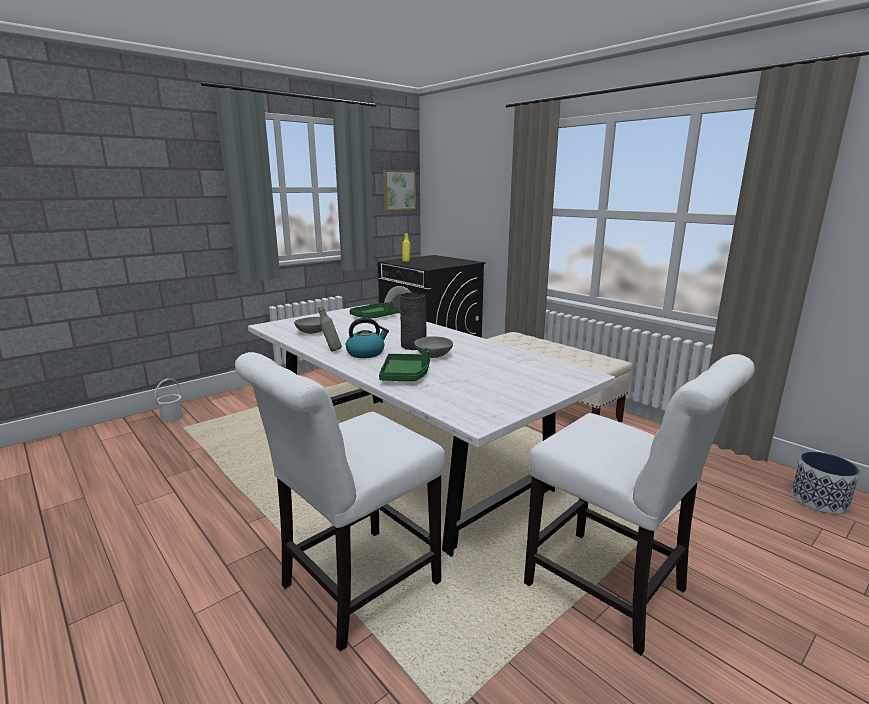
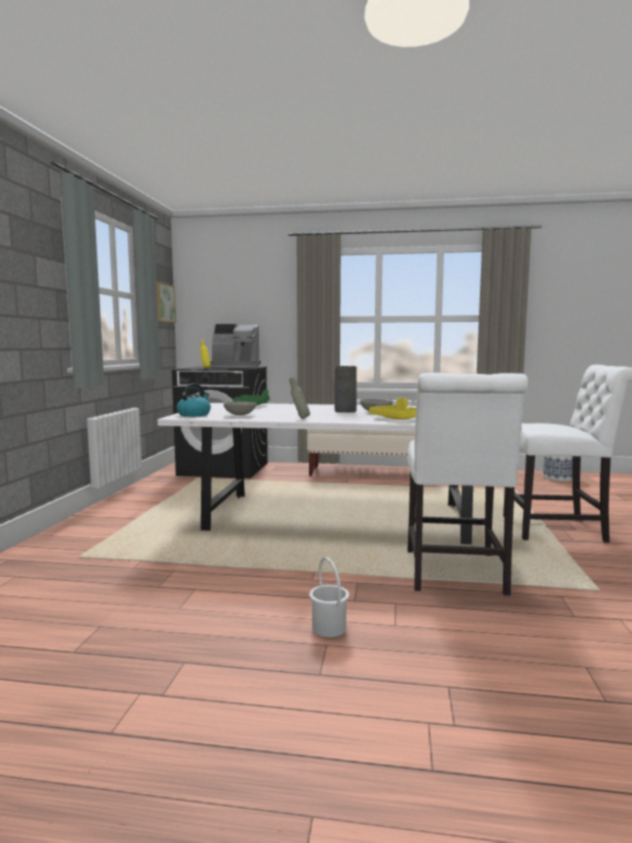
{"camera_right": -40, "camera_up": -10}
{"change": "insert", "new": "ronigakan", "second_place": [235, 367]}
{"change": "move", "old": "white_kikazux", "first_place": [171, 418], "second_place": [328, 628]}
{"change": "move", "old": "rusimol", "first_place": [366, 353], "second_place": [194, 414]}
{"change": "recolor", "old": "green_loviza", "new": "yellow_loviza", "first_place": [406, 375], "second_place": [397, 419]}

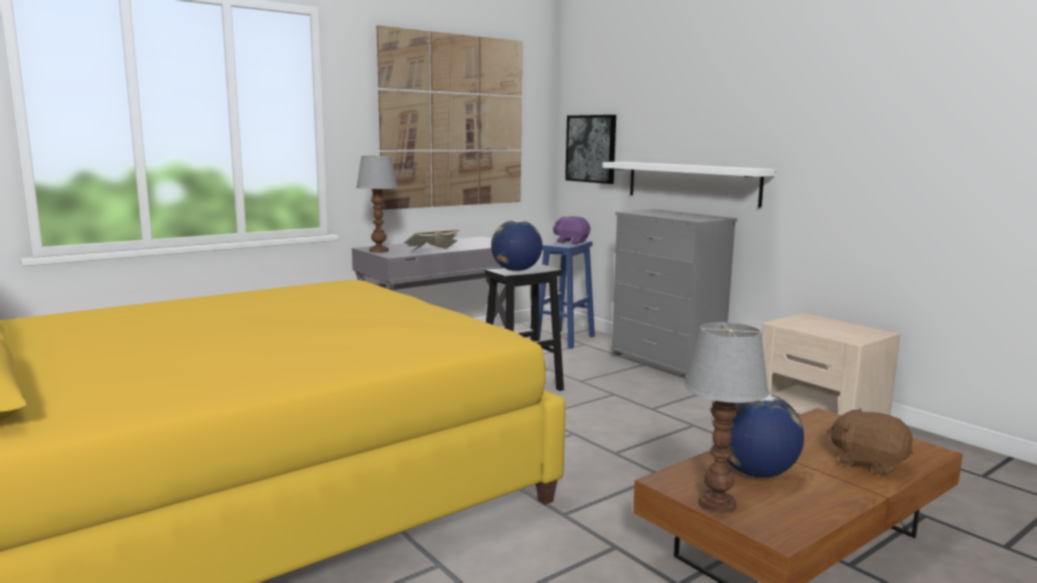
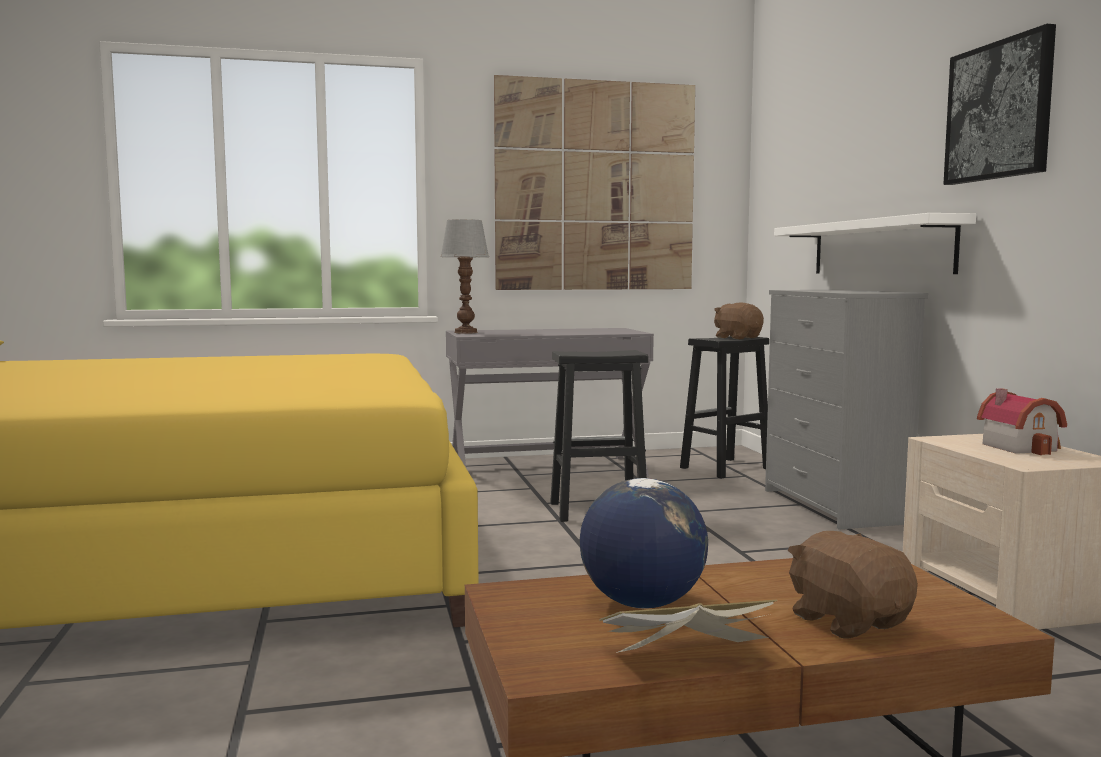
{"camera_right": 25, "camera_up": -5}
{"change": "delete", "old": "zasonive", "first_place": [516, 270]}
{"change": "delete", "old": "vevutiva", "first_place": [718, 505]}
{"change": "insert", "new": "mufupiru", "second_place": [1021, 447]}
{"change": "move", "old": "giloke", "first_place": [432, 251], "second_place": [686, 659]}
{"change": "move", "old": "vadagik", "first_place": [591, 148], "second_place": [999, 111]}
{"change": "recolor", "old": "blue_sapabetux", "new": "black_sapabetux", "first_place": [564, 339], "second_place": [724, 468]}
{"change": "recolor", "old": "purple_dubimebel", "new": "brown_dubimebel", "first_place": [571, 242], "second_place": [737, 338]}

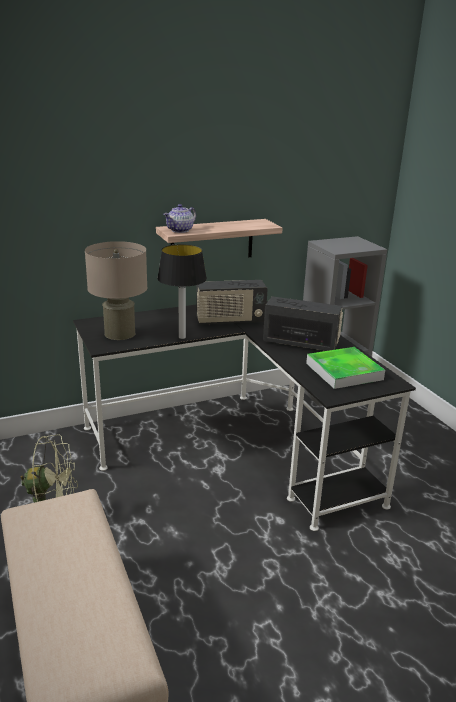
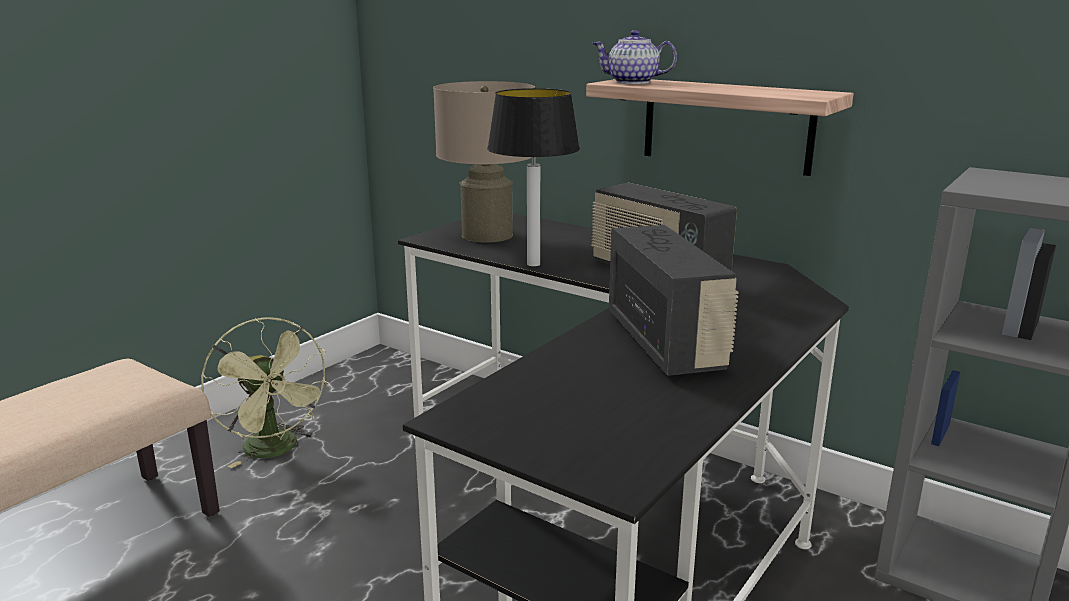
{"camera_right": 60, "camera_up": -5}
{"change": "delete", "old": "loviza", "first_place": [344, 371]}

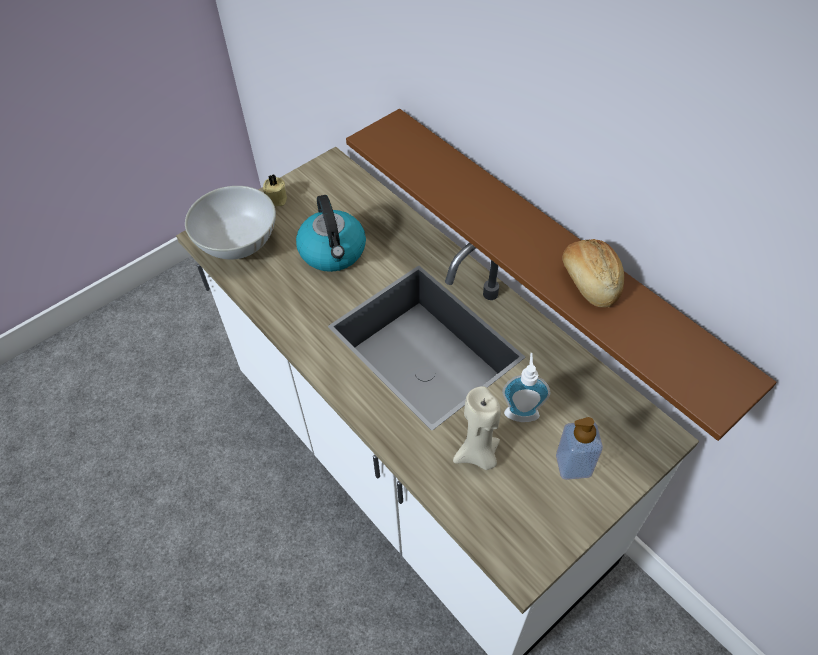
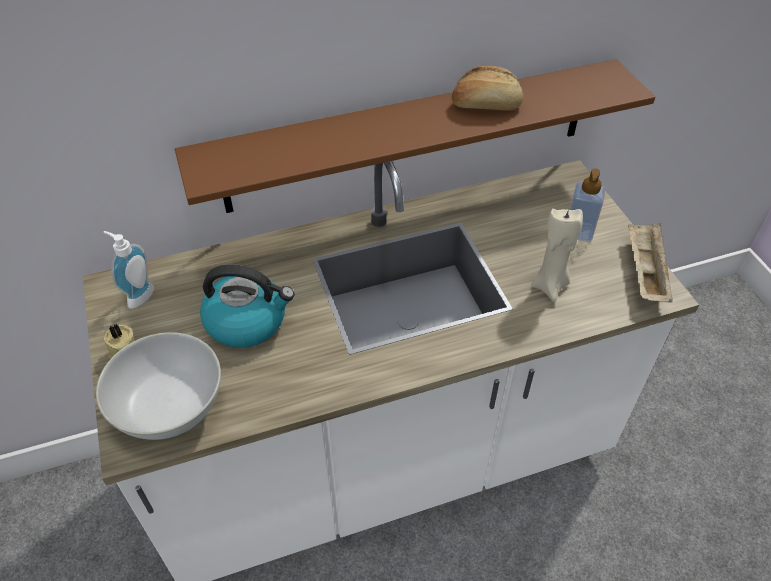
{"camera_right": -70, "camera_up": -5}
{"change": "insert", "new": "beige_loviza", "second_place": [644, 272]}
{"change": "move", "old": "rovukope", "first_place": [521, 411], "second_place": [138, 295]}

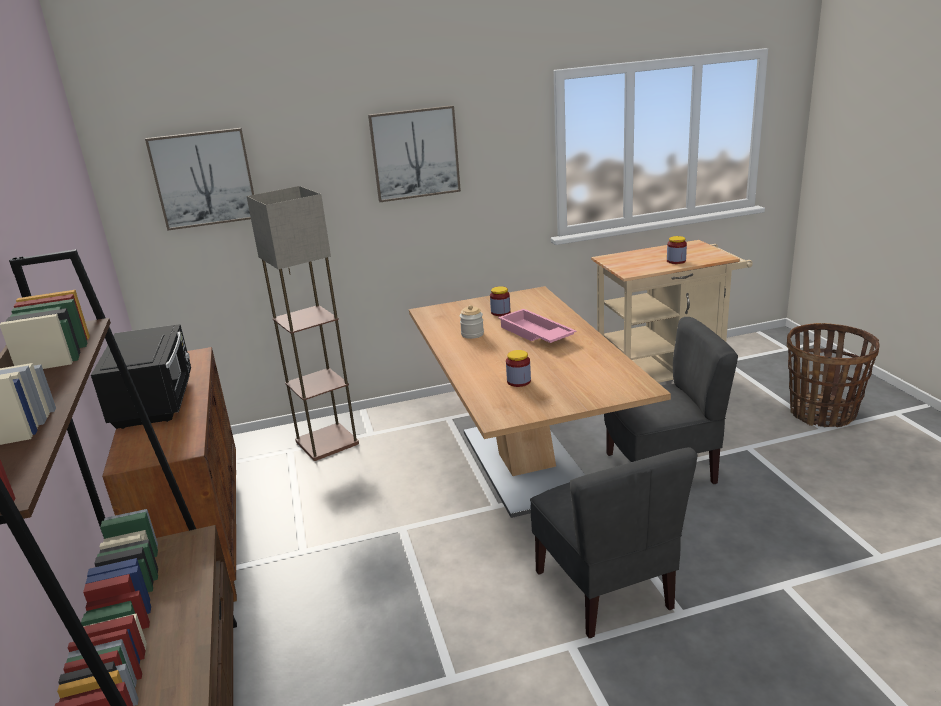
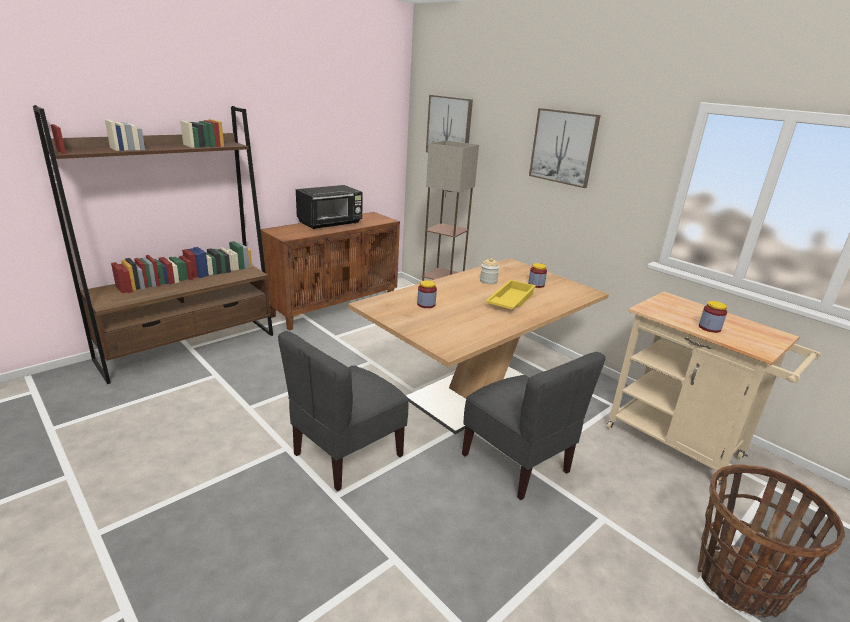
{"camera_right": 60, "camera_up": 0}
{"change": "recolor", "old": "pink_loviza", "new": "yellow_loviza", "first_place": [535, 334], "second_place": [509, 300]}

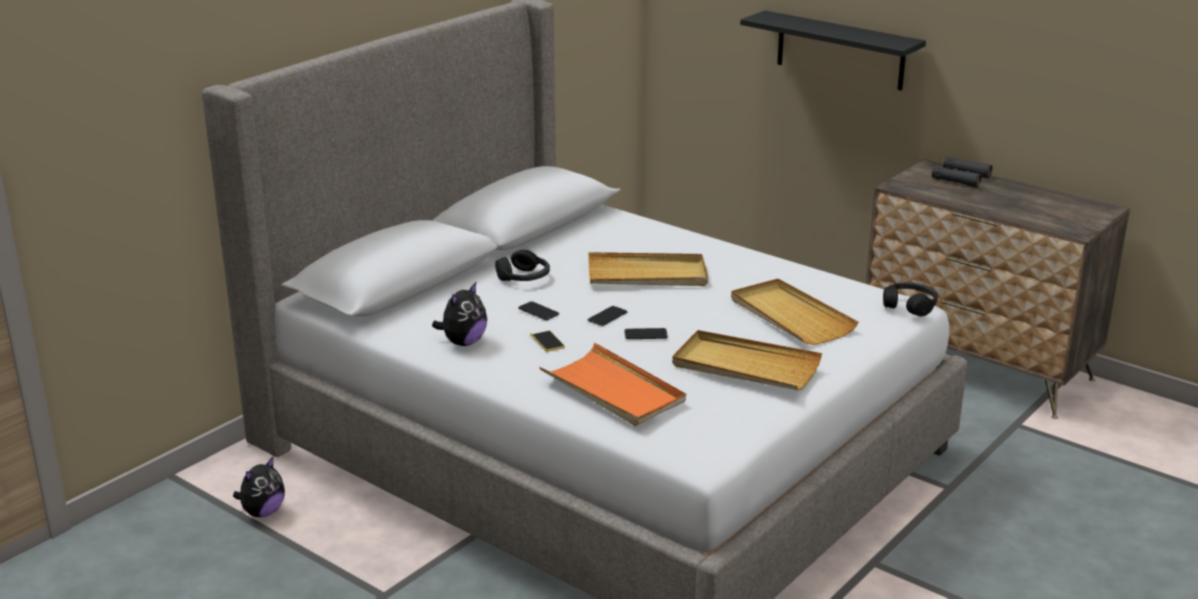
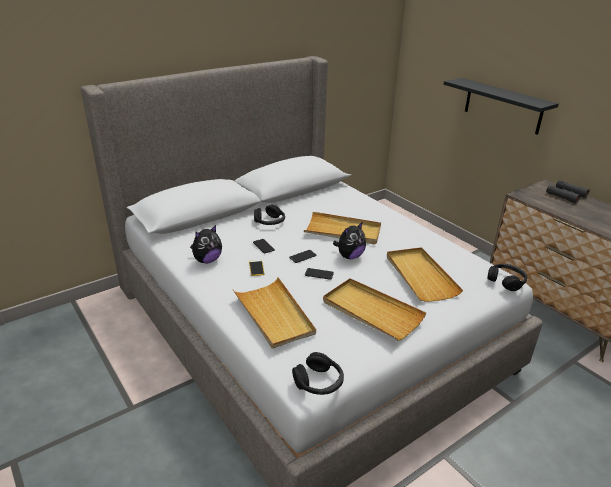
{"camera_right": 15, "camera_up": 5}
{"change": "insert", "new": "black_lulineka", "second_place": [319, 382]}
{"change": "move", "old": "dubimebel", "first_place": [262, 512], "second_place": [349, 256]}
{"change": "recolor", "old": "orange_loviza", "new": "beige_loviza", "first_place": [613, 390], "second_place": [274, 315]}

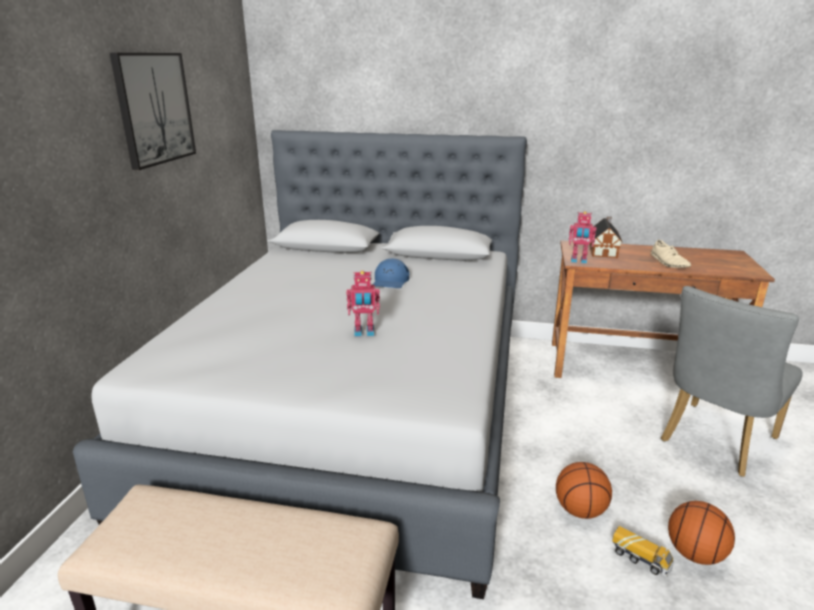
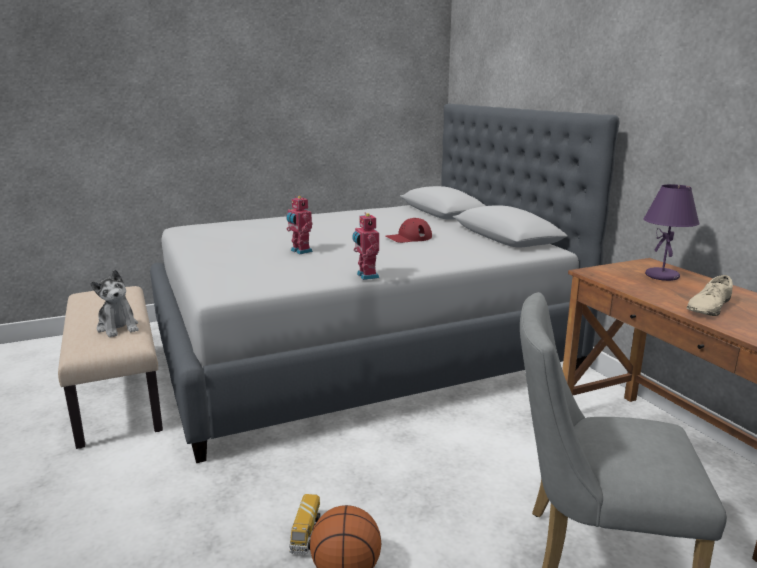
{"camera_right": 55, "camera_up": -5}
{"change": "delete", "old": "vadagik", "first_place": [154, 108]}
{"change": "delete", "old": "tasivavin", "first_place": [580, 510]}
{"change": "insert", "new": "dubimebel", "second_place": [118, 327]}
{"change": "move", "old": "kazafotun", "first_place": [578, 261], "second_place": [366, 276]}
{"change": "replace", "old": "mufupiru", "new": "purple_vevutiva", "first_place": [603, 251], "second_place": [662, 276]}
{"change": "recolor", "old": "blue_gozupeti", "new": "red_gozupeti", "first_place": [390, 281], "second_place": [408, 238]}

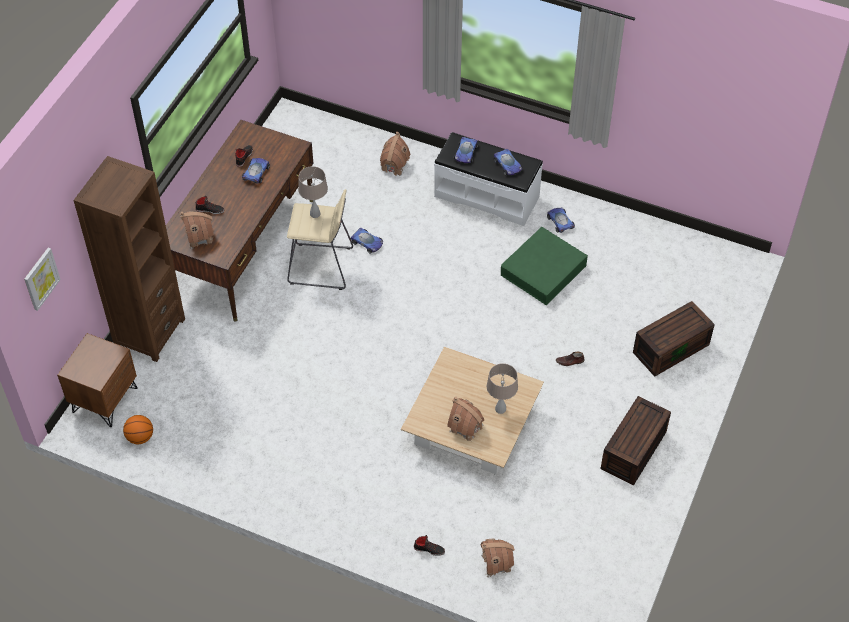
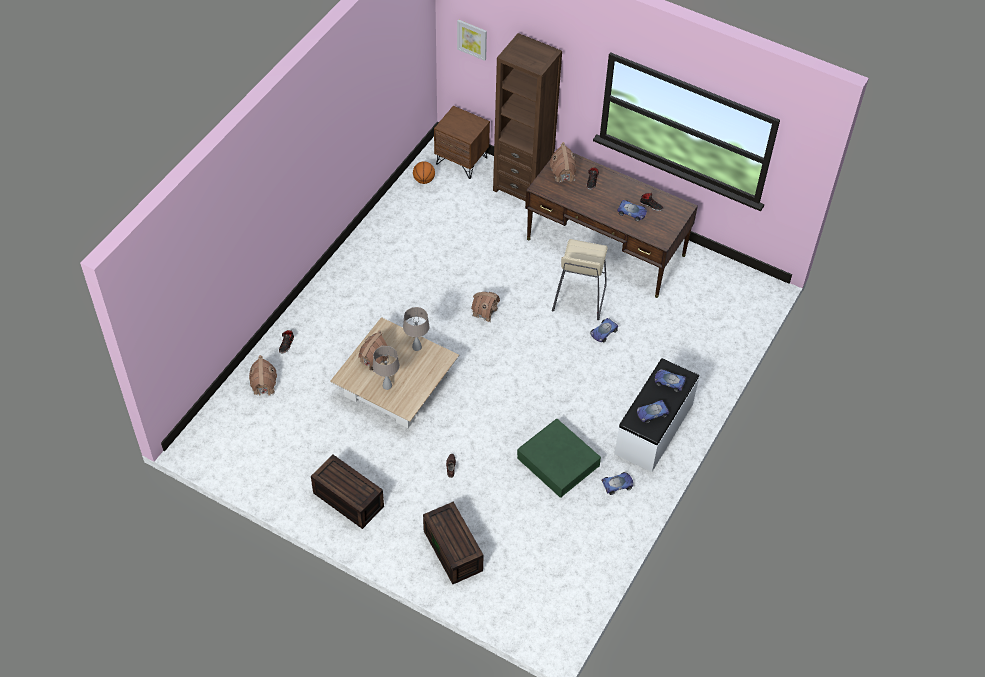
{"camera_right": 95, "camera_up": 0}
{"change": "move", "old": "beige_vevutiva", "first_place": [315, 214], "second_place": [416, 347]}
{"change": "move", "old": "mufupiru", "first_place": [394, 165], "second_place": [485, 312]}

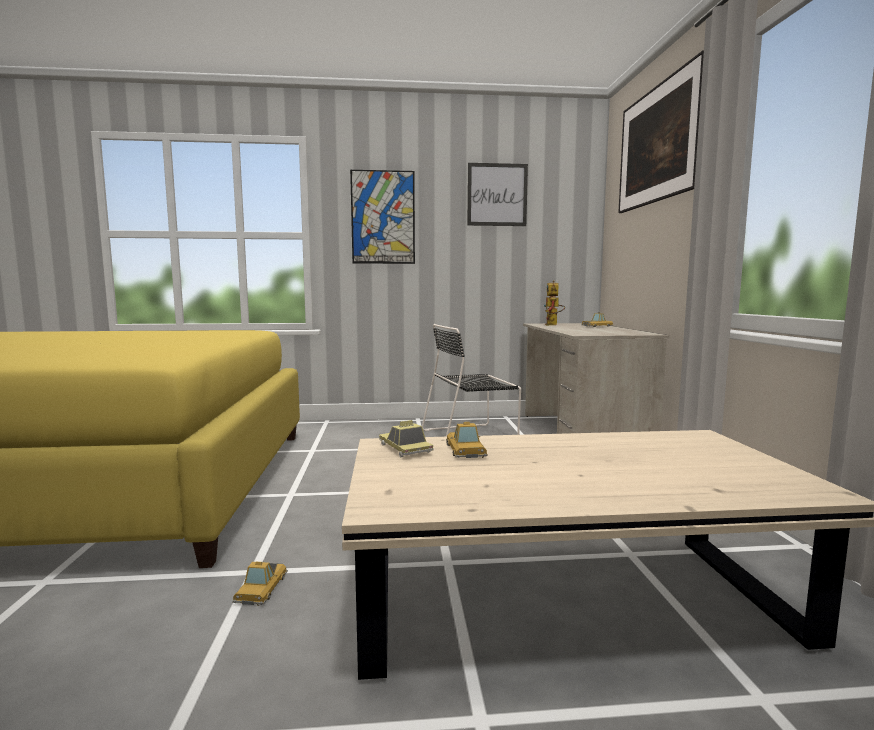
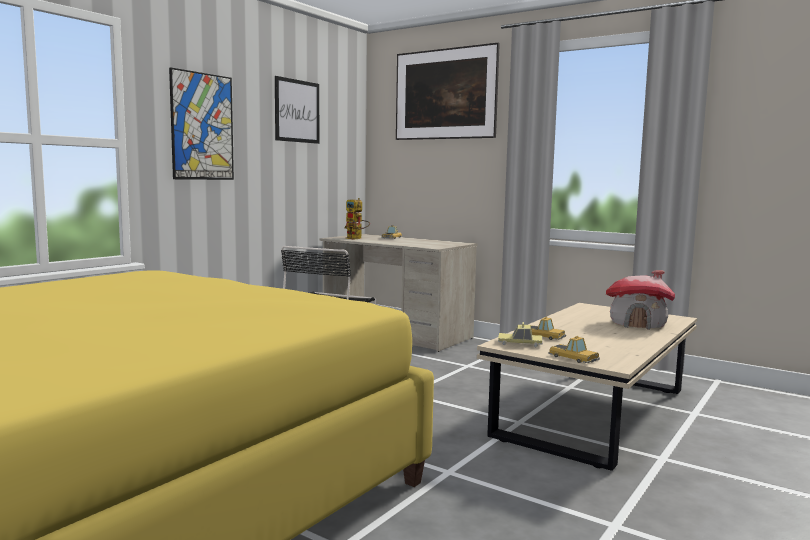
{"camera_right": -50, "camera_up": 0}
{"change": "insert", "new": "mufupiru", "second_place": [638, 324]}
{"change": "move", "old": "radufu", "first_place": [260, 588], "second_place": [574, 358]}

